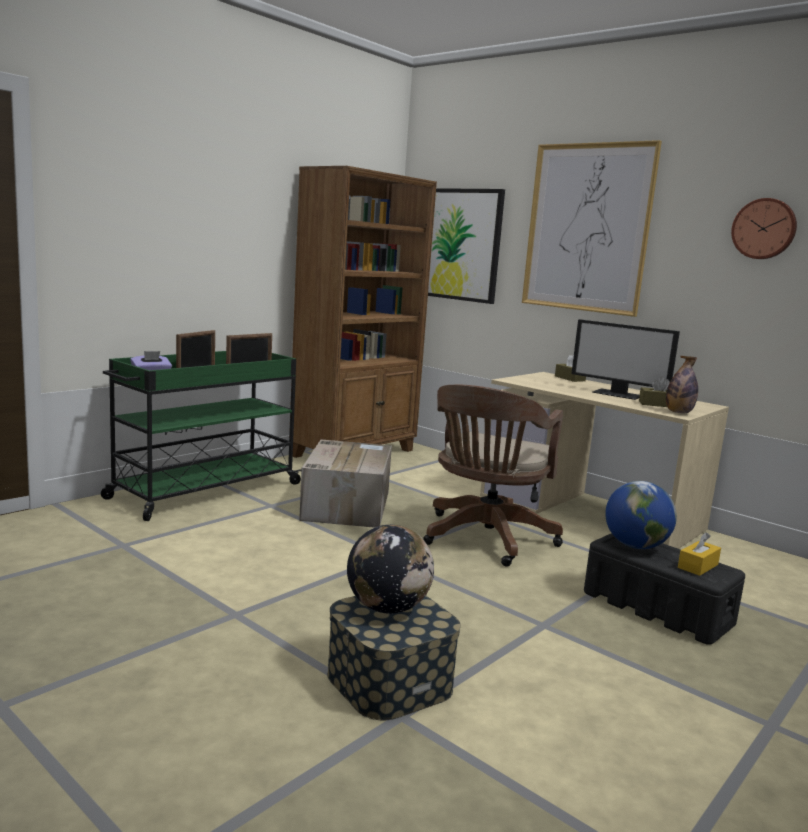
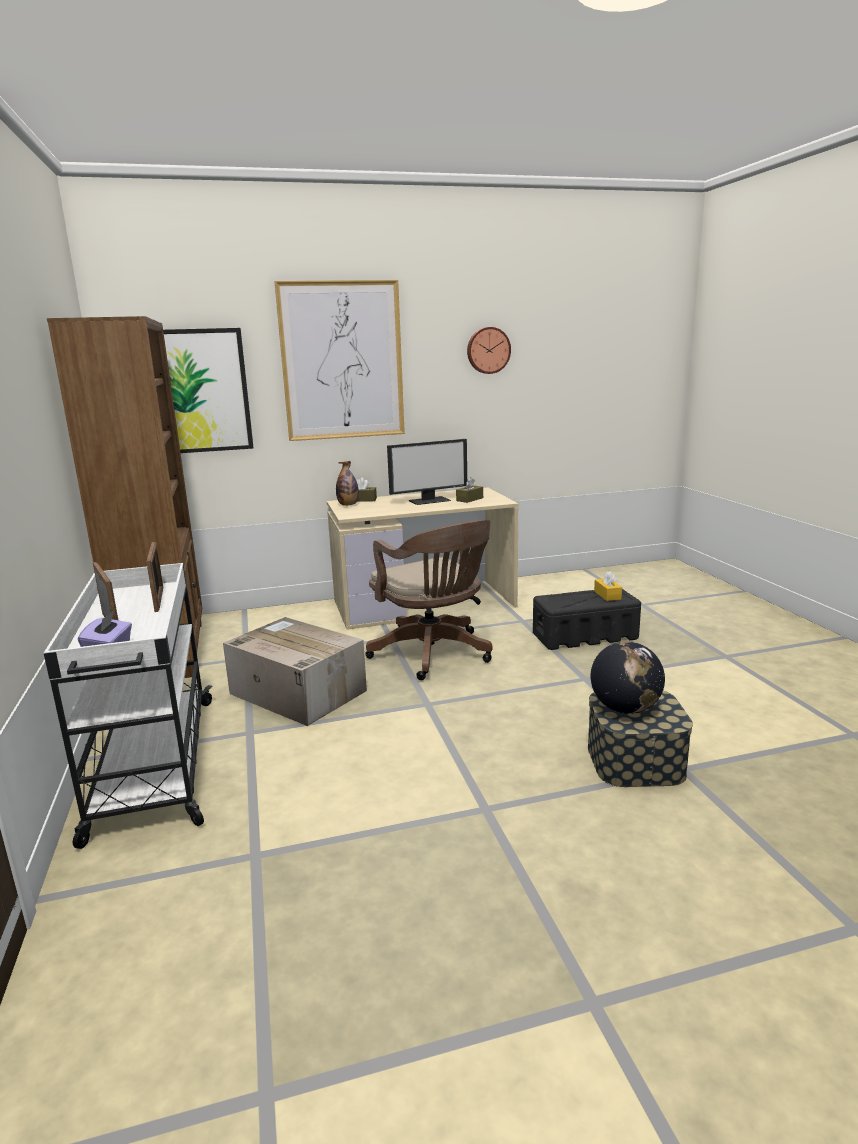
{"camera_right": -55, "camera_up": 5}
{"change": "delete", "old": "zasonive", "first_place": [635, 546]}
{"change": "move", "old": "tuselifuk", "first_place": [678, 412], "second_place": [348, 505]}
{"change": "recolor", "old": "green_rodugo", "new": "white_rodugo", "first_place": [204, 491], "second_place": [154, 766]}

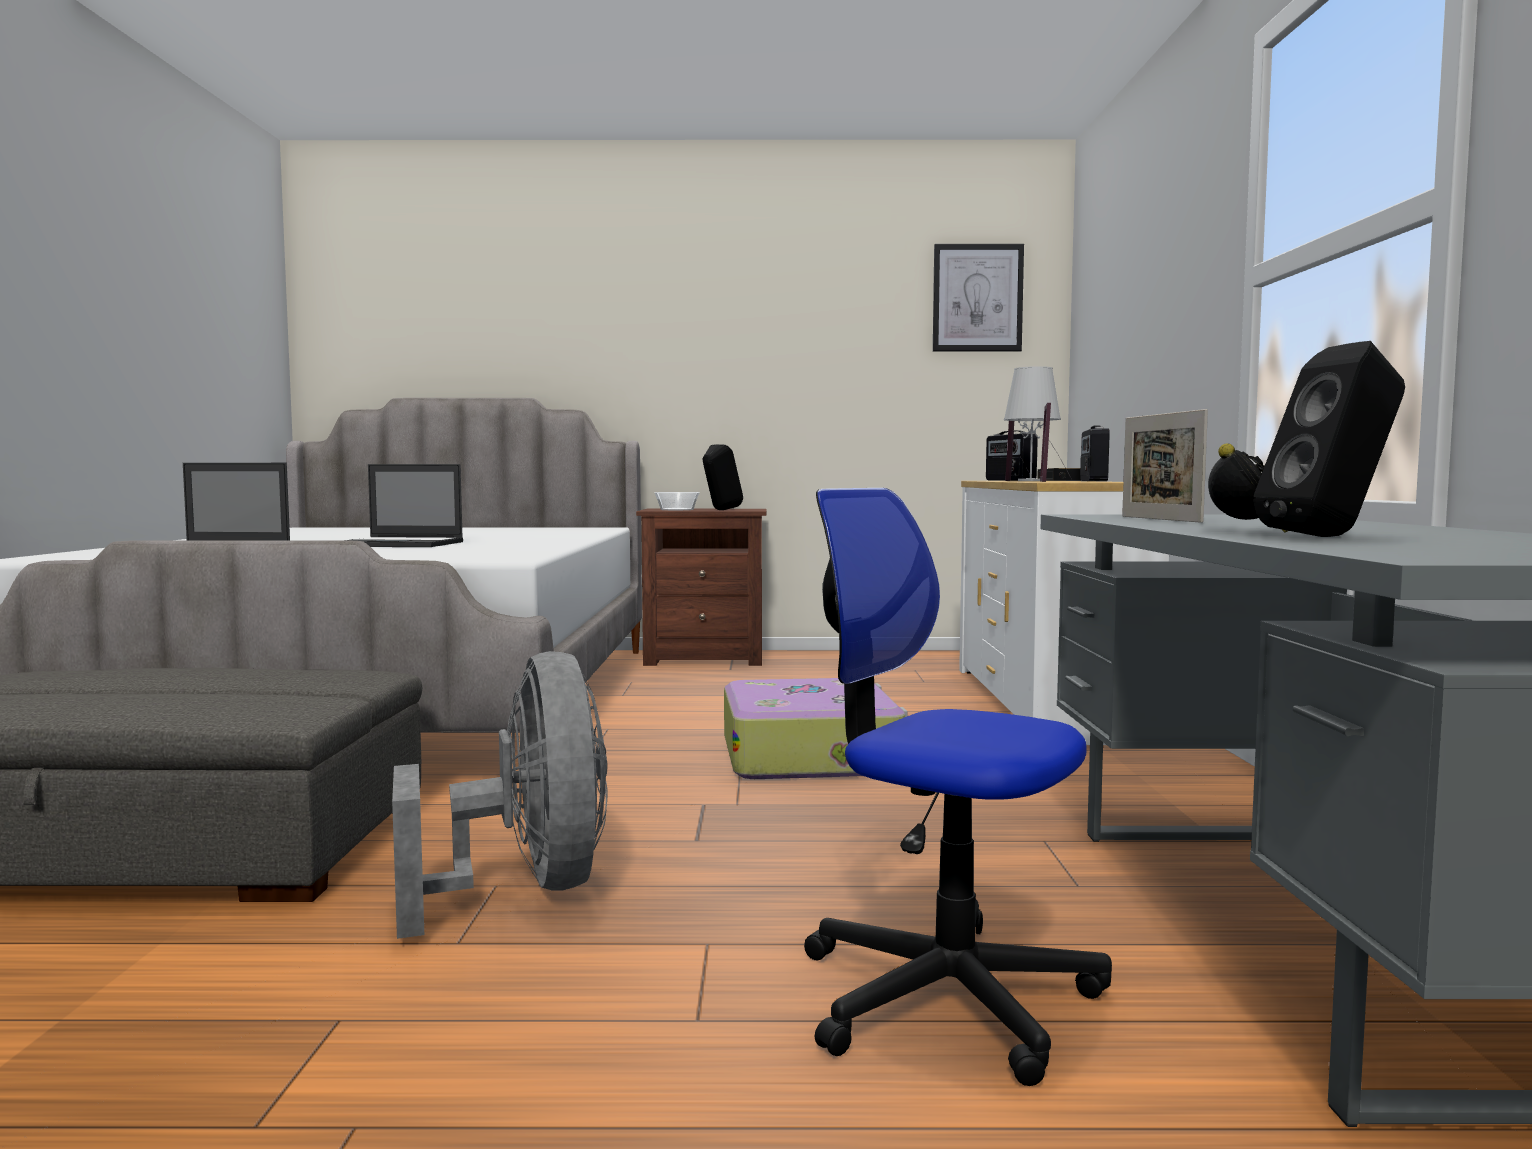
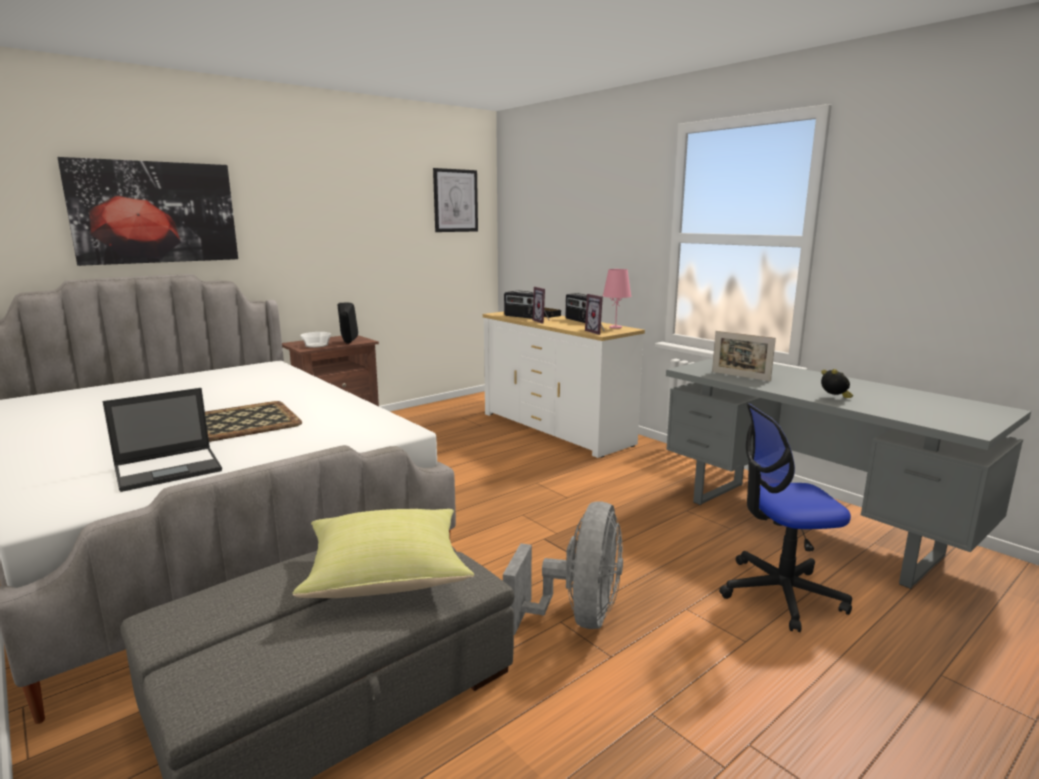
{"camera_right": -40, "camera_up": 10}
{"change": "delete", "old": "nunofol", "first_place": [811, 755]}
{"change": "delete", "old": "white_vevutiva", "first_place": [1030, 481]}
{"change": "delete", "old": "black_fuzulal", "first_place": [1331, 536]}
{"change": "insert", "new": "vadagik", "second_place": [155, 212]}
{"change": "insert", "new": "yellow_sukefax", "second_place": [388, 576]}
{"change": "insert", "new": "pink_vevutiva", "second_place": [615, 327]}
{"change": "replace", "old": "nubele", "new": "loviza", "first_place": [402, 544], "second_place": [245, 421]}
{"change": "rotate", "old": "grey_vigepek", "first_place": [527, 889], "second_place": [577, 617], "degrees": 75}

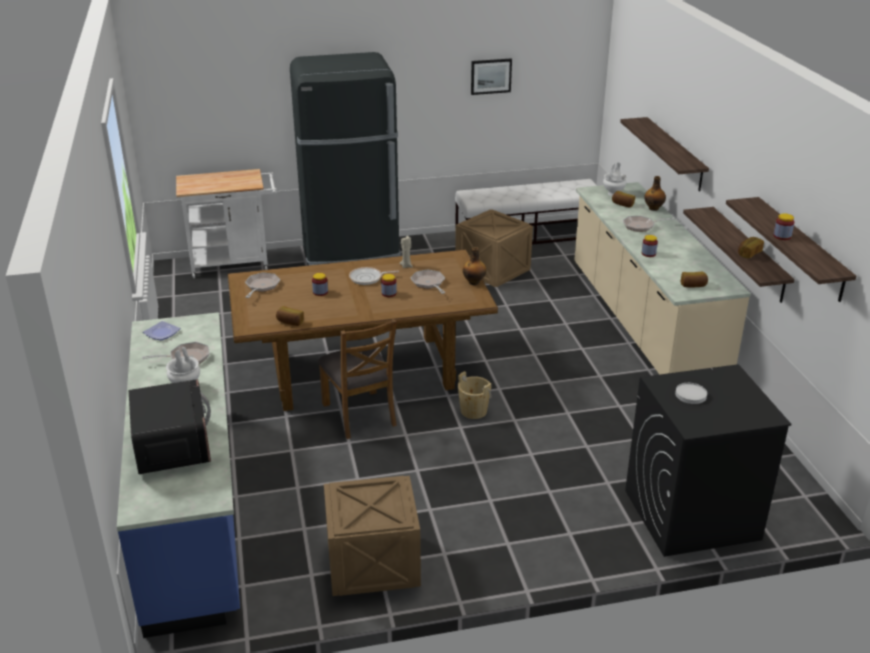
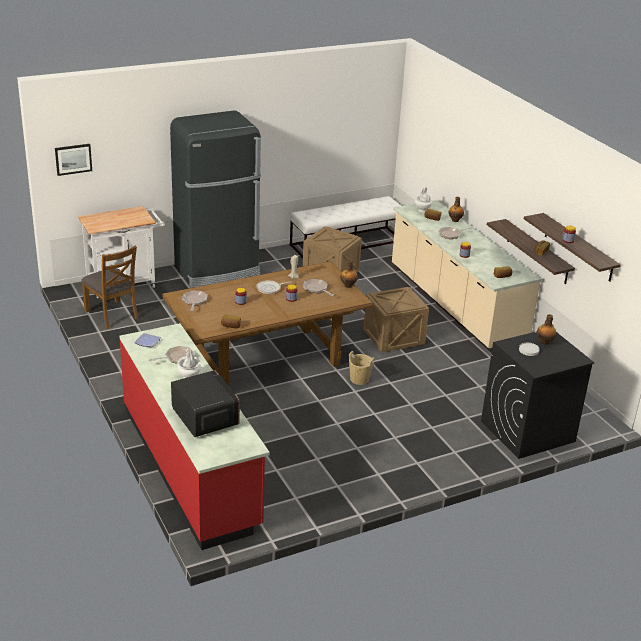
{"camera_right": -15, "camera_up": 0}
{"change": "delete", "old": "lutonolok", "first_place": [674, 154]}
{"change": "insert", "new": "tuselifuk", "second_place": [545, 342]}
{"change": "move", "old": "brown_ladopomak", "first_place": [360, 414], "second_place": [112, 314]}
{"change": "move", "old": "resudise", "first_place": [374, 564], "second_place": [394, 337]}
{"change": "move", "old": "vadagik", "first_place": [491, 76], "second_place": [73, 159]}
{"change": "recolor", "old": "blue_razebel", "new": "red_razebel", "first_place": [193, 507], "second_place": [190, 465]}

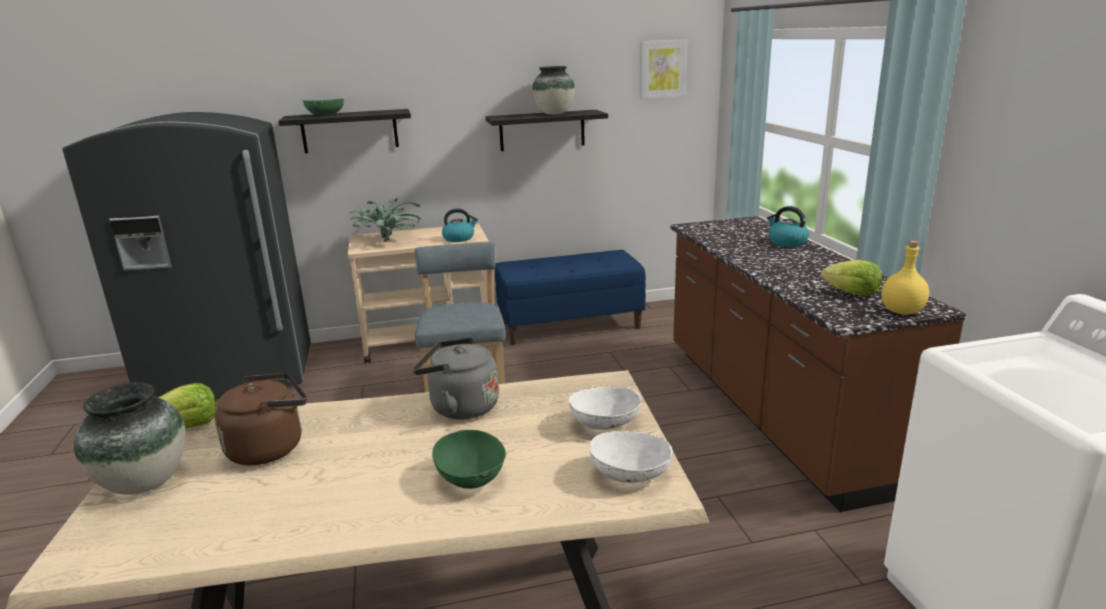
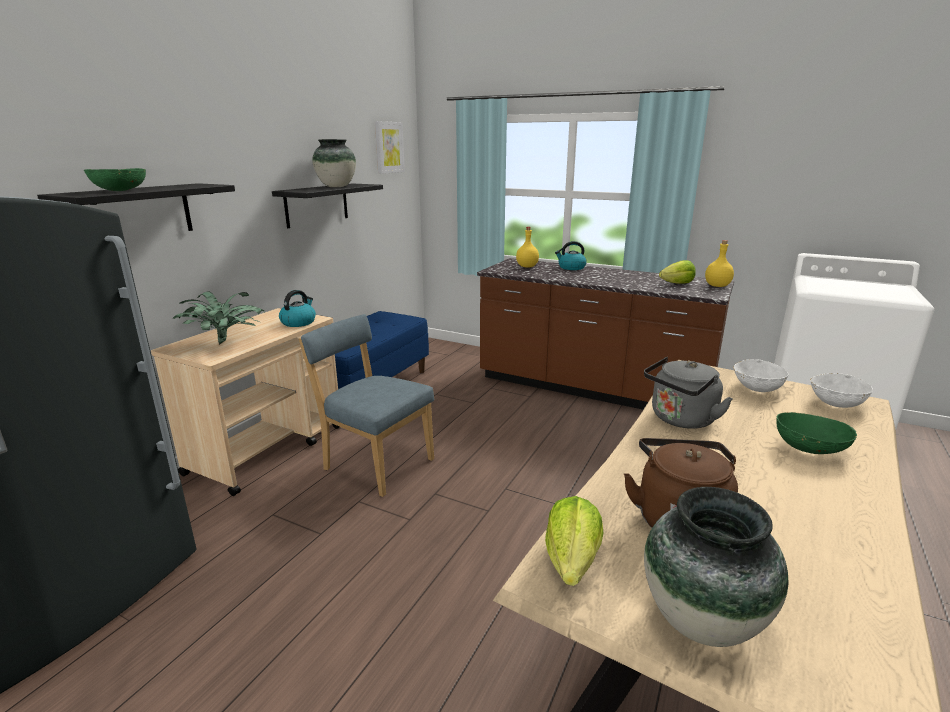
{"camera_right": -50, "camera_up": 0}
{"change": "insert", "new": "yellow_tuselifuk", "second_place": [527, 266]}

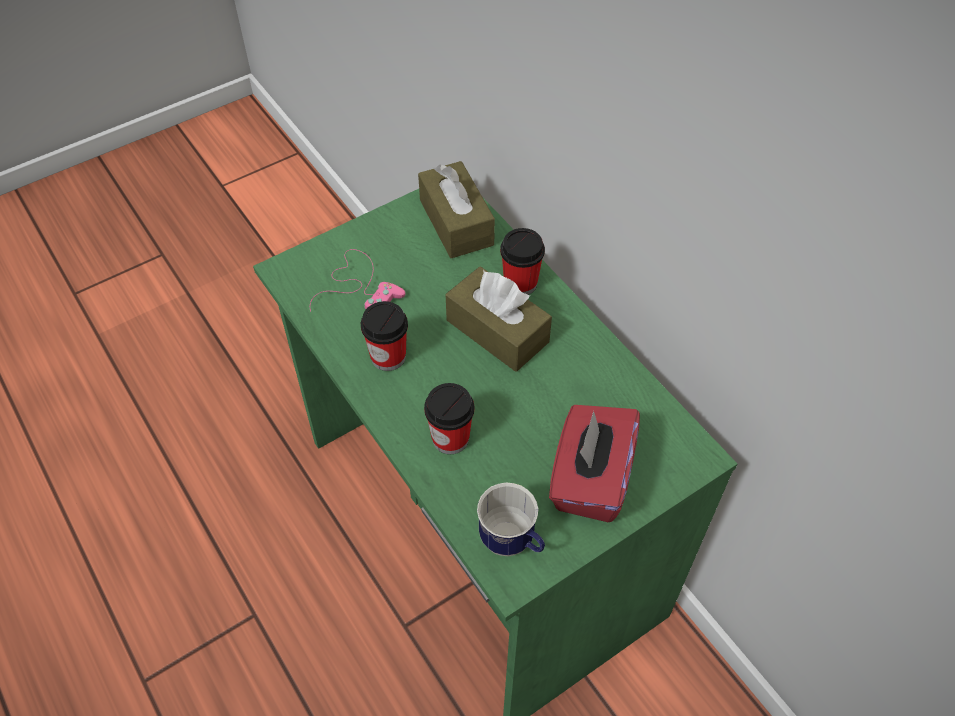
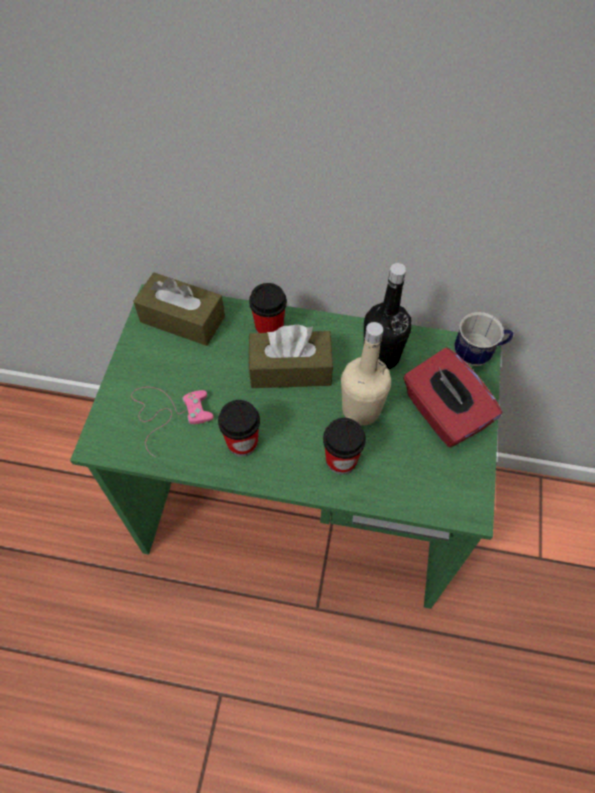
{"camera_right": -45, "camera_up": 5}
{"change": "insert", "new": "beige_tuselifuk", "second_place": [361, 410]}
{"change": "insert", "new": "black_tuselifuk", "second_place": [381, 356]}
{"change": "move", "old": "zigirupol", "first_place": [512, 542], "second_place": [477, 354]}

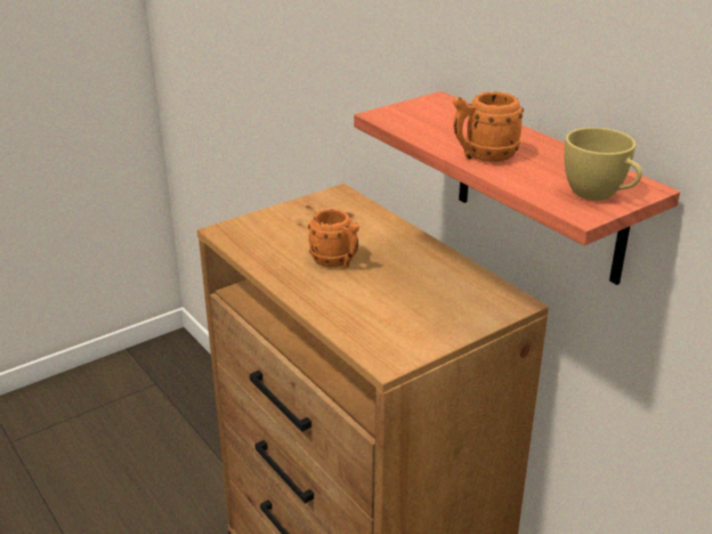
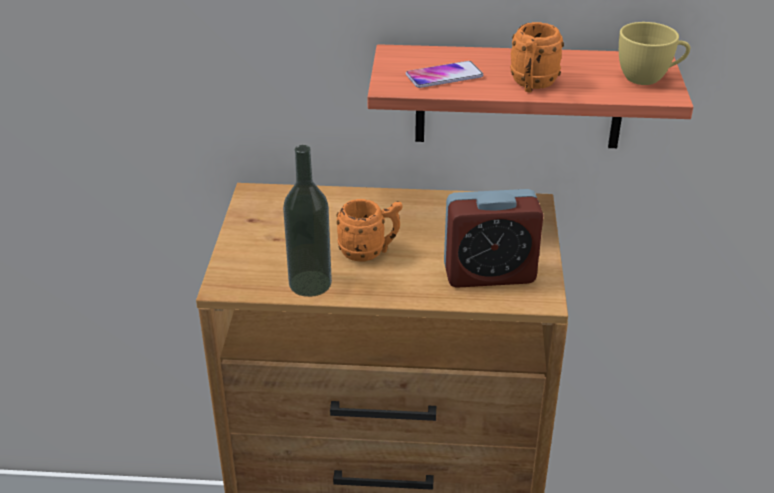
{"camera_right": -50, "camera_up": 5}
{"change": "insert", "new": "tuselifuk", "second_place": [310, 283]}
{"change": "insert", "new": "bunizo", "second_place": [444, 76]}
{"change": "insert", "new": "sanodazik", "second_place": [489, 274]}

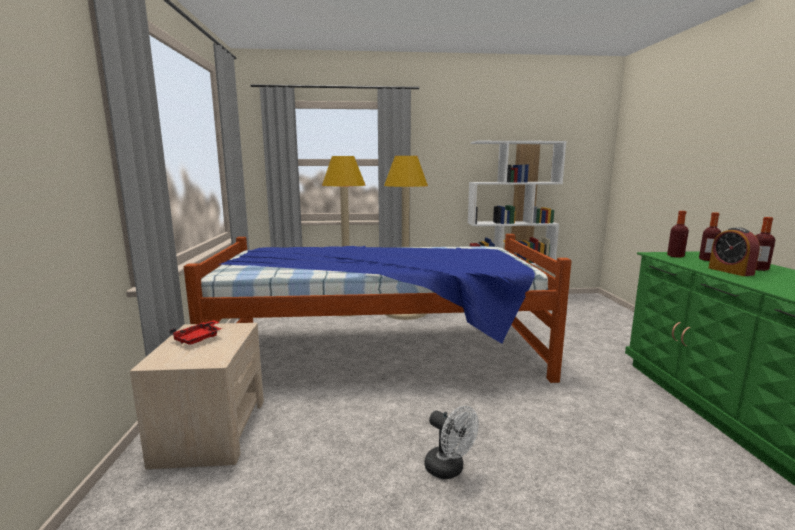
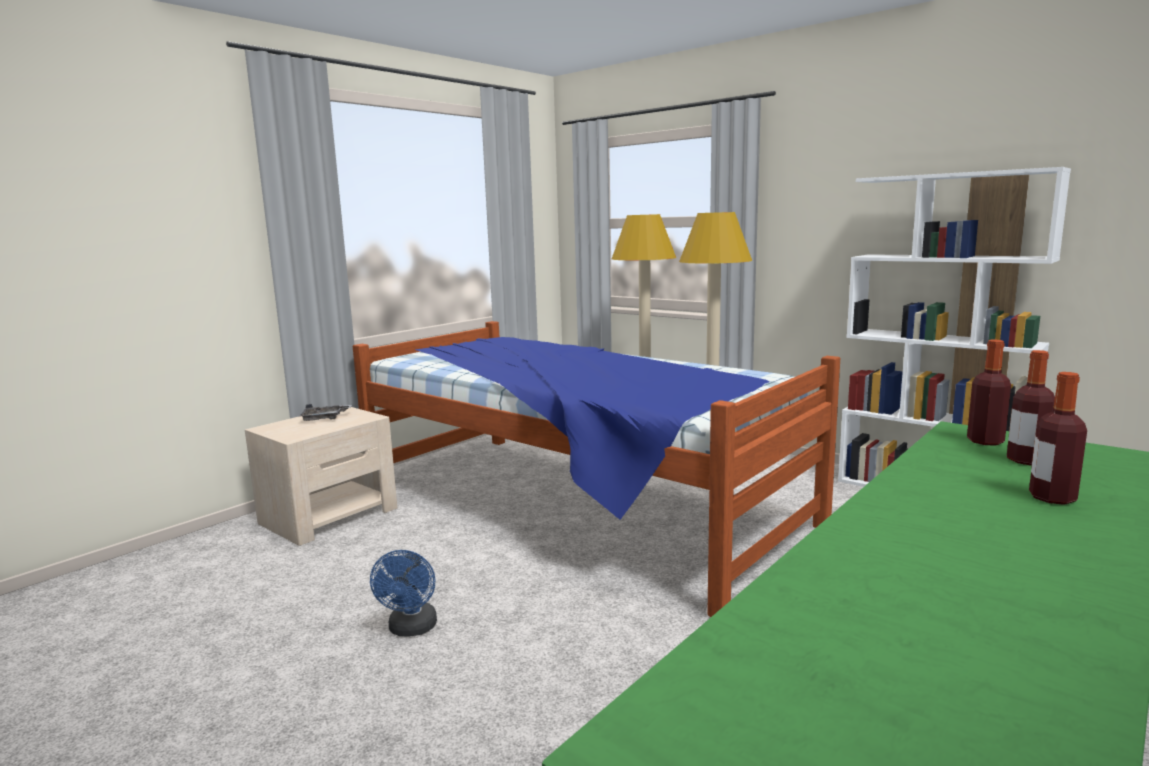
{"camera_right": 45, "camera_up": 0}
{"change": "delete", "old": "sanodazik", "first_place": [730, 271]}
{"change": "recolor", "old": "red_loviza", "new": "grey_loviza", "first_place": [199, 338], "second_place": [324, 418]}
{"change": "recolor", "old": "white_vigepek", "new": "blue_vigepek", "first_place": [449, 470], "second_place": [411, 629]}

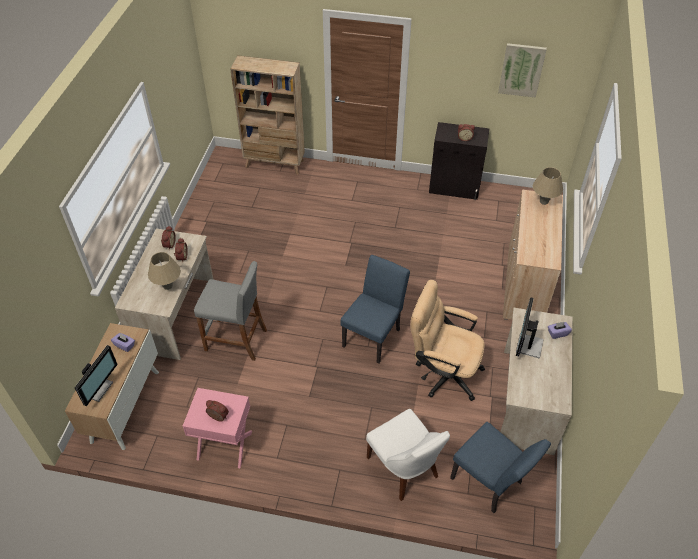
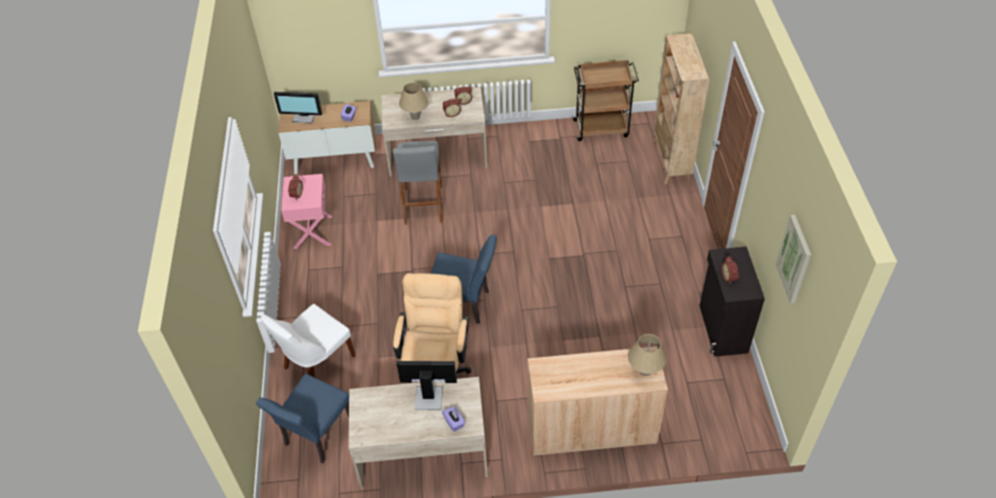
{"camera_right": 75, "camera_up": 0}
{"change": "insert", "new": "brown_rodugo", "second_place": [602, 128]}

